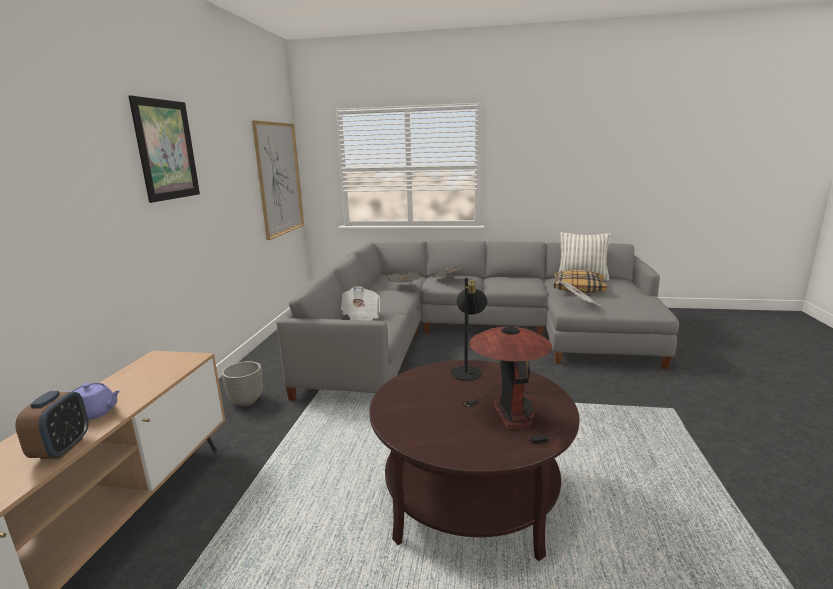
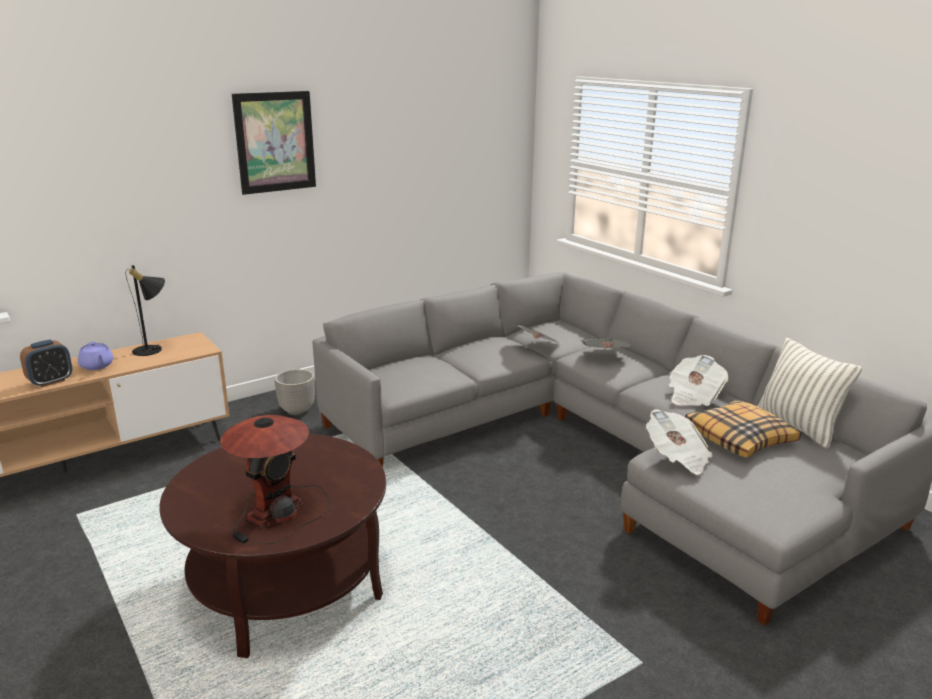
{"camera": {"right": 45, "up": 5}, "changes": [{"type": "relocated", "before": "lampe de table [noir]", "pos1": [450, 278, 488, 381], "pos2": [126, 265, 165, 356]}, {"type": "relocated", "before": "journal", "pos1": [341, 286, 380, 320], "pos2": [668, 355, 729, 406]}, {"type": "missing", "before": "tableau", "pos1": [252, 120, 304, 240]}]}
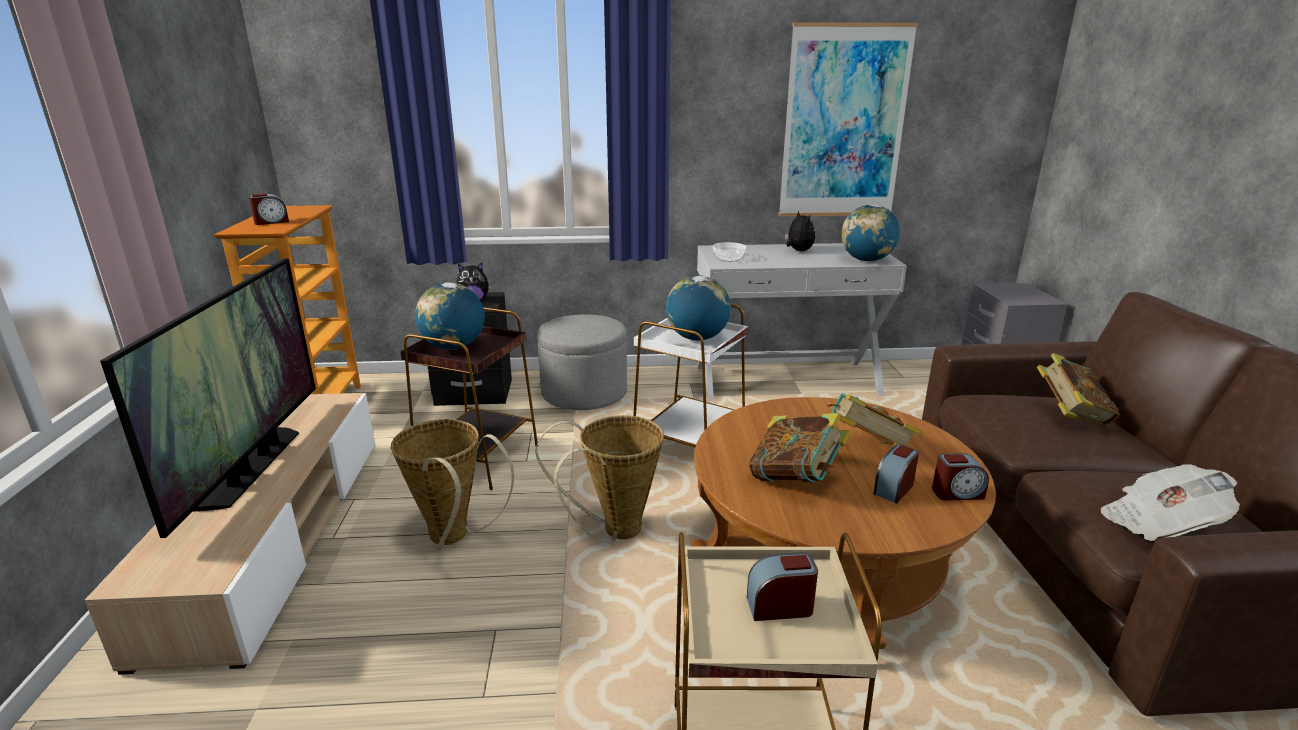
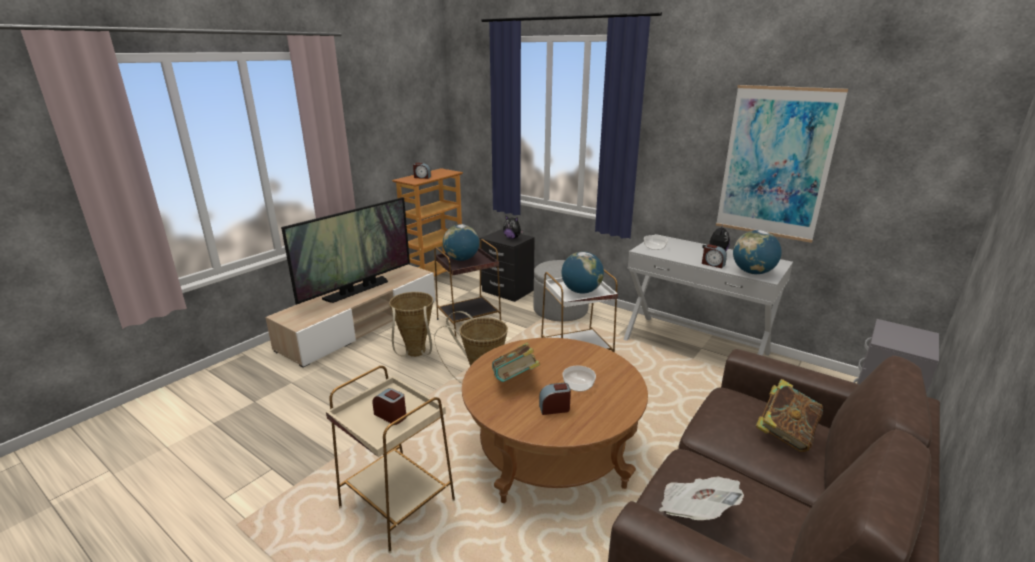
{"camera": {"right": 40, "up": 0}, "changes": [{"type": "exchanged", "before": "livre", "after": "bol", "pos1": [827, 393, 923, 446], "pos2": [562, 366, 596, 392]}, {"type": "relocated", "before": "réveil", "pos1": [932, 453, 989, 501], "pos2": [702, 244, 727, 268]}]}
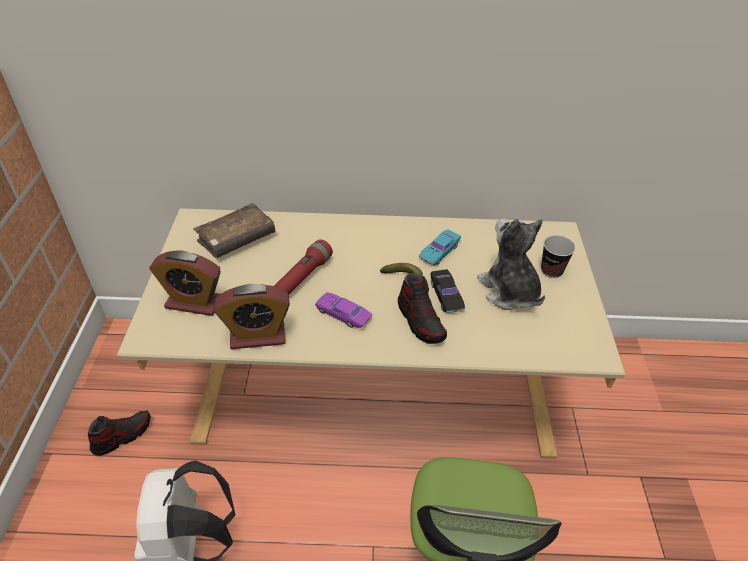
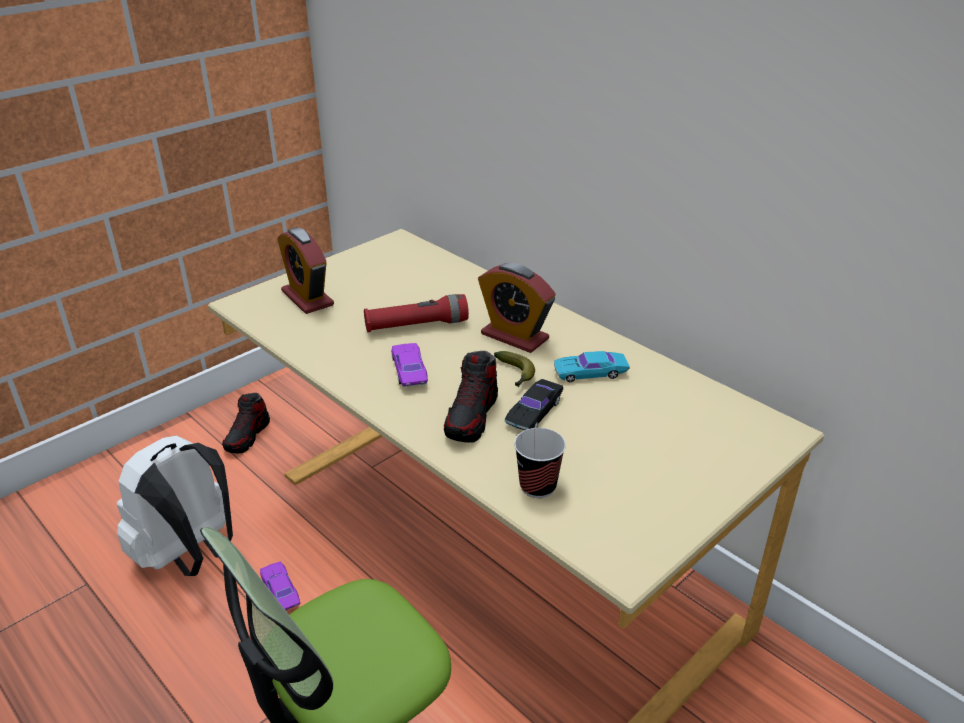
{"camera": {"right": 45, "up": -10}, "changes": [{"type": "spun", "before": "chaussure", "pos1": [88, 410, 151, 456], "pos2": [222, 393, 270, 454], "turn": 105}, {"type": "appeared", "after": "petite voiture [violet]", "pos2": [260, 562, 300, 610]}, {"type": "relocated", "before": "réveil", "pos1": [214, 284, 290, 349], "pos2": [478, 263, 556, 353]}, {"type": "relocated", "before": "tasse", "pos1": [541, 235, 576, 278], "pos2": [514, 428, 566, 498]}, {"type": "missing", "before": "livre [marron]", "pos1": [193, 203, 275, 258]}, {"type": "missing", "before": "peluche", "pos1": [477, 218, 545, 310]}]}
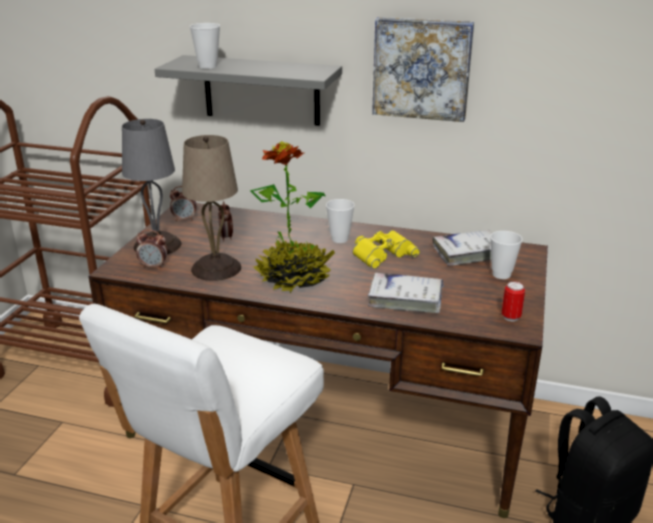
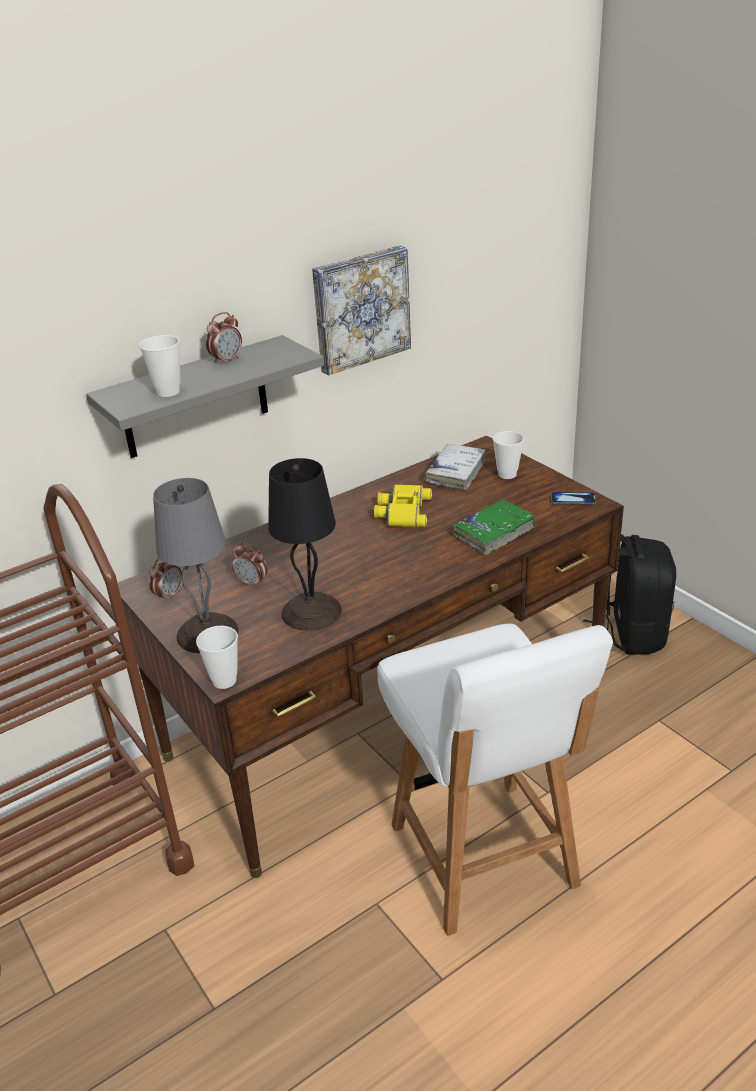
{"camera": {"right": -50, "up": 5}, "changes": [{"type": "relocated", "before": "tasse", "pos1": [326, 199, 355, 243], "pos2": [196, 626, 238, 689]}, {"type": "relocated", "before": "réveil", "pos1": [136, 230, 168, 269], "pos2": [206, 312, 242, 365]}, {"type": "colour", "before": "lampe de table [beige]", "after": "lampe de table [noir]", "pos1": [182, 135, 241, 281], "pos2": [268, 458, 342, 631]}, {"type": "colour", "before": "livre [blanc]", "after": "livre [vert]", "pos1": [368, 273, 444, 313], "pos2": [452, 500, 536, 555]}, {"type": "exchanged", "before": "boîte métallique", "after": "téléphone", "pos1": [502, 281, 525, 321], "pos2": [551, 492, 596, 504]}, {"type": "missing", "before": "plante en pot", "pos1": [250, 141, 335, 293]}]}
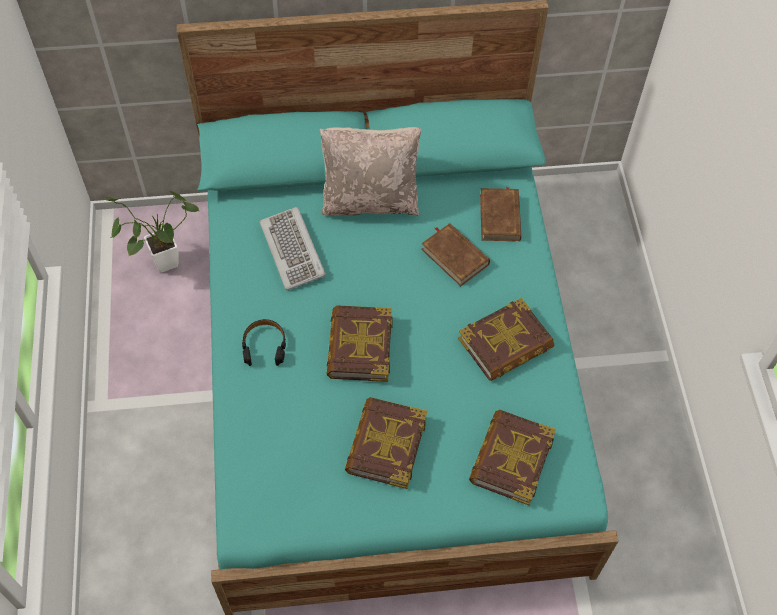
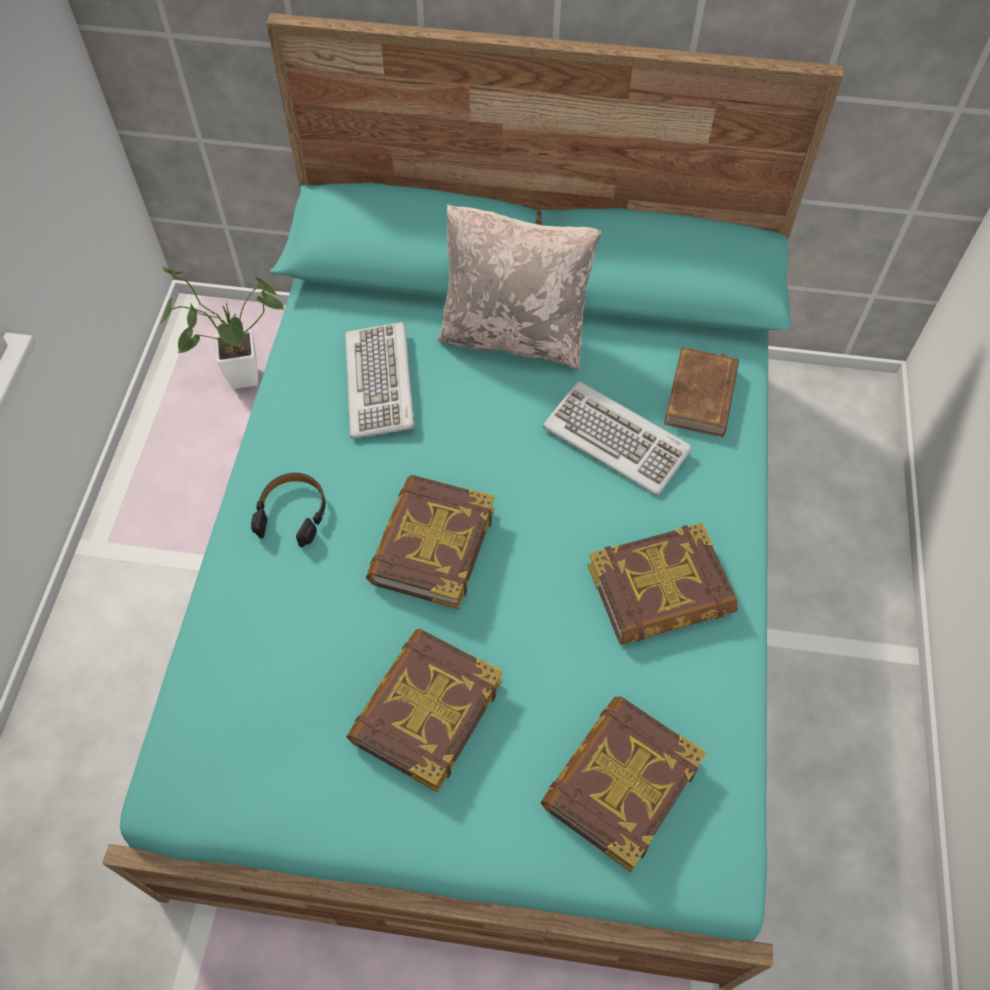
{"camera": {"right": 15, "up": 0}, "changes": [{"type": "exchanged", "before": "livre [marron]", "after": "clavier", "pos1": [421, 223, 490, 286], "pos2": [543, 381, 692, 495]}]}
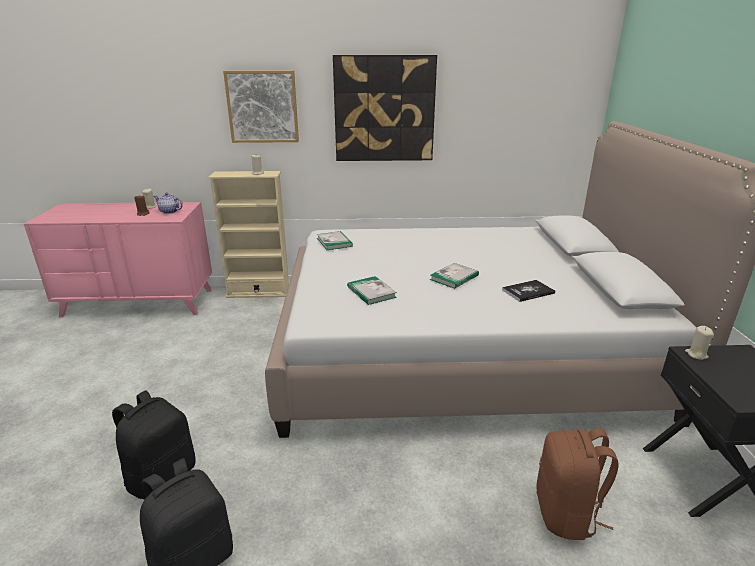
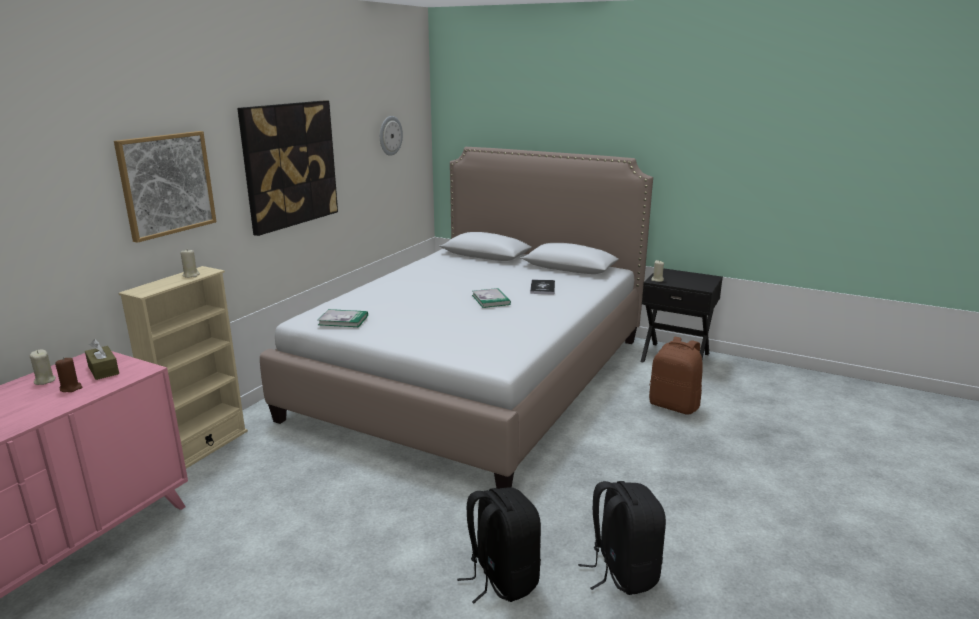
{"camera": {"right": -60, "up": -5}, "changes": [{"type": "exchanged", "before": "théière", "after": "boîte à mouchoirs [marron]", "pos1": [153, 192, 183, 214], "pos2": [85, 339, 119, 380]}, {"type": "appeared", "after": "horloge murale", "pos2": [380, 116, 403, 156]}, {"type": "missing", "before": "livre", "pos1": [347, 276, 397, 305]}]}
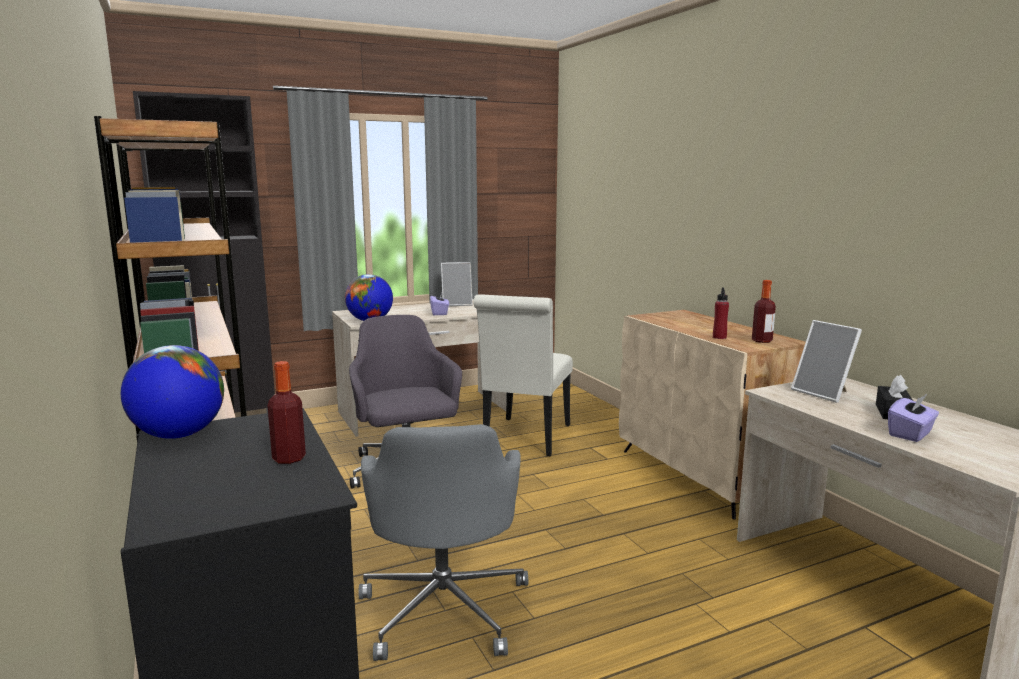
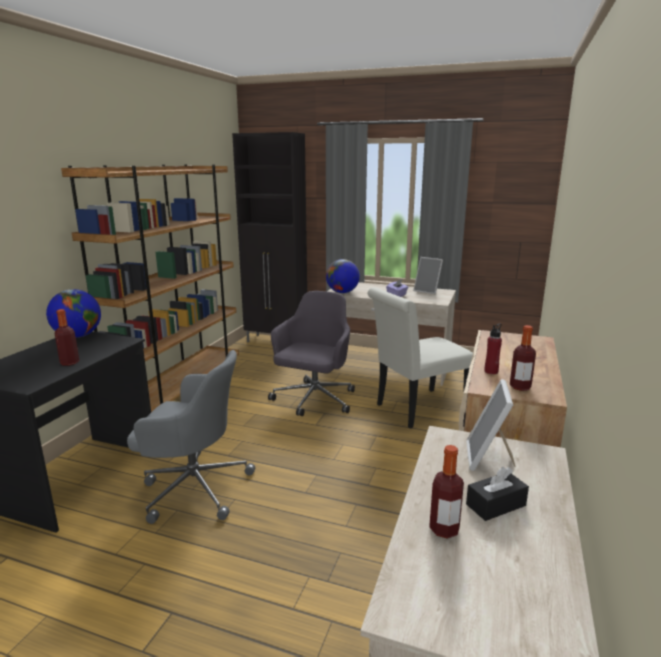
{"camera": {"right": 45, "up": 5}, "changes": [{"type": "spun", "before": "chaise de bureau [gris]", "pos1": [359, 424, 528, 661], "pos2": [127, 350, 255, 524], "turn": -120}, {"type": "exchanged", "before": "boîte à mouchoirs [violet]", "after": "bouteille", "pos1": [888, 394, 939, 442], "pos2": [429, 445, 464, 539]}]}
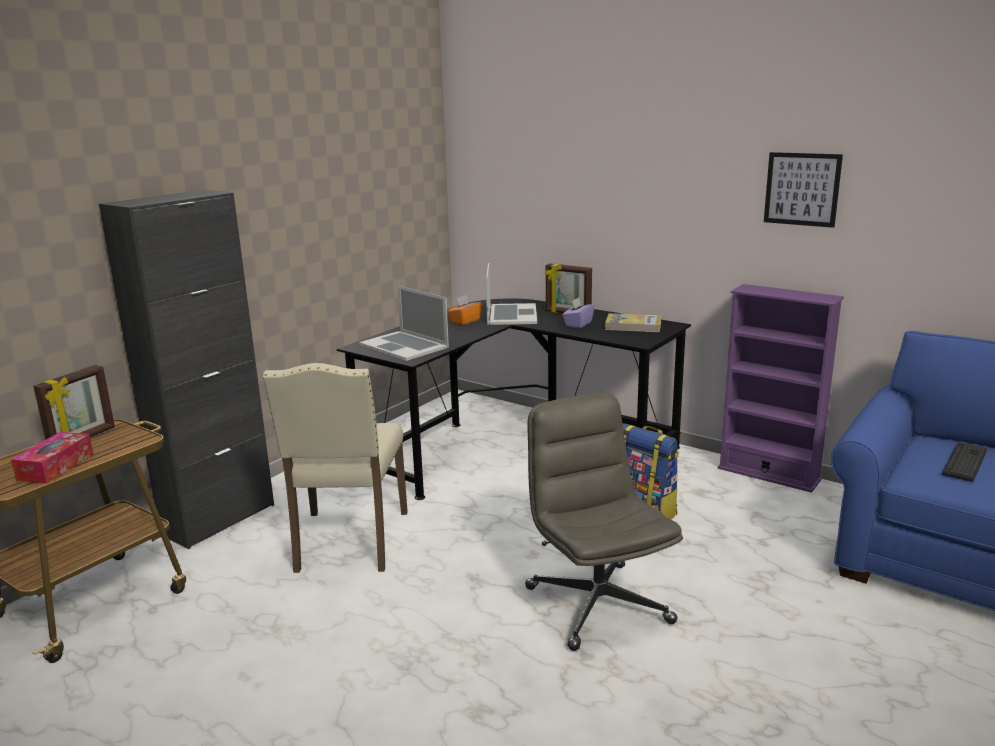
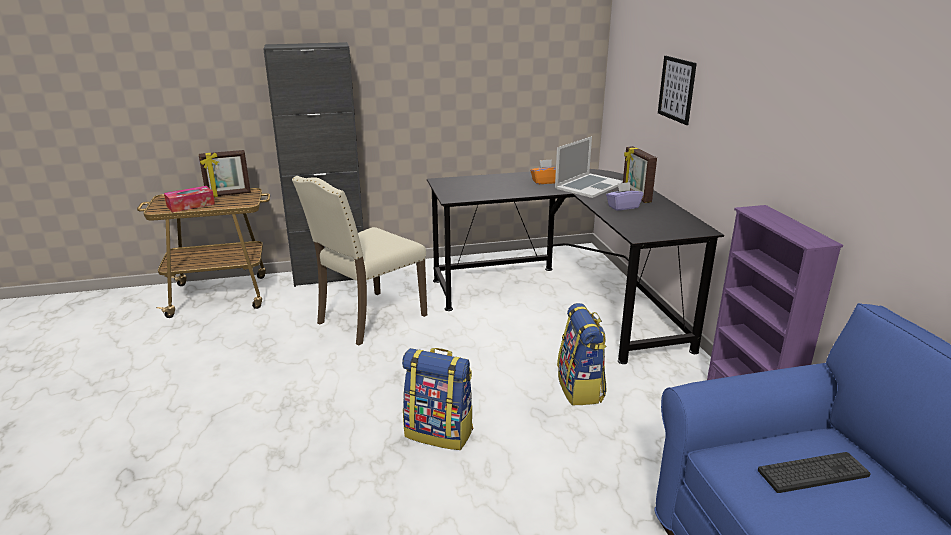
{"camera": {"right": 40, "up": 5}, "changes": [{"type": "exchanged", "before": "chaise de bureau [gris]", "after": "sac à dos", "pos1": [525, 393, 683, 651], "pos2": [402, 348, 473, 450]}, {"type": "relocated", "before": "tableau", "pos1": [764, 152, 843, 228], "pos2": [658, 56, 697, 125]}, {"type": "missing", "before": "ordinateur portable", "pos1": [359, 286, 449, 361]}, {"type": "missing", "before": "livre", "pos1": [605, 313, 661, 332]}]}
